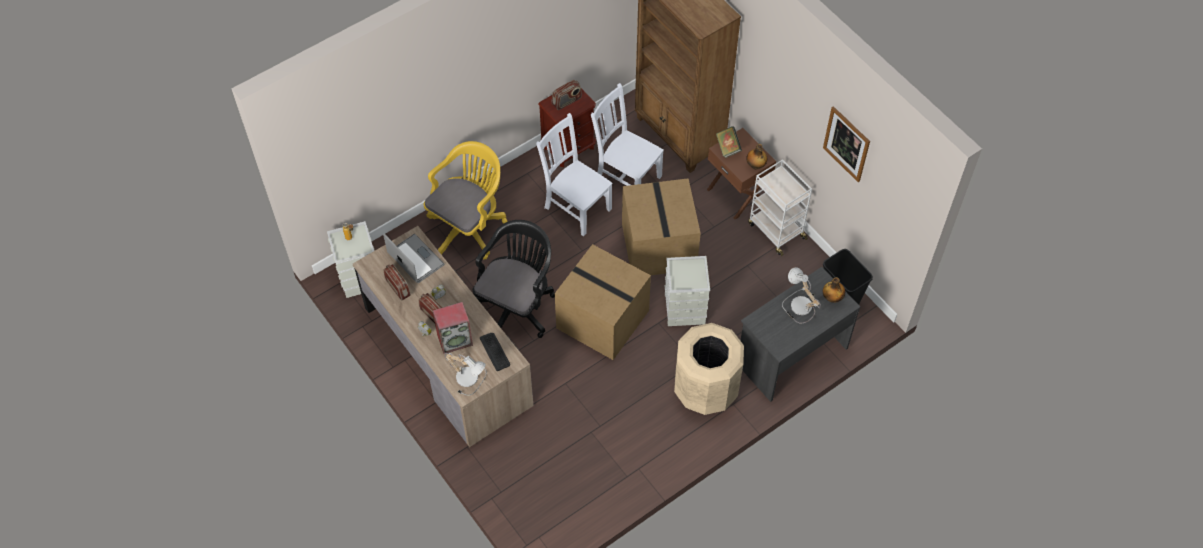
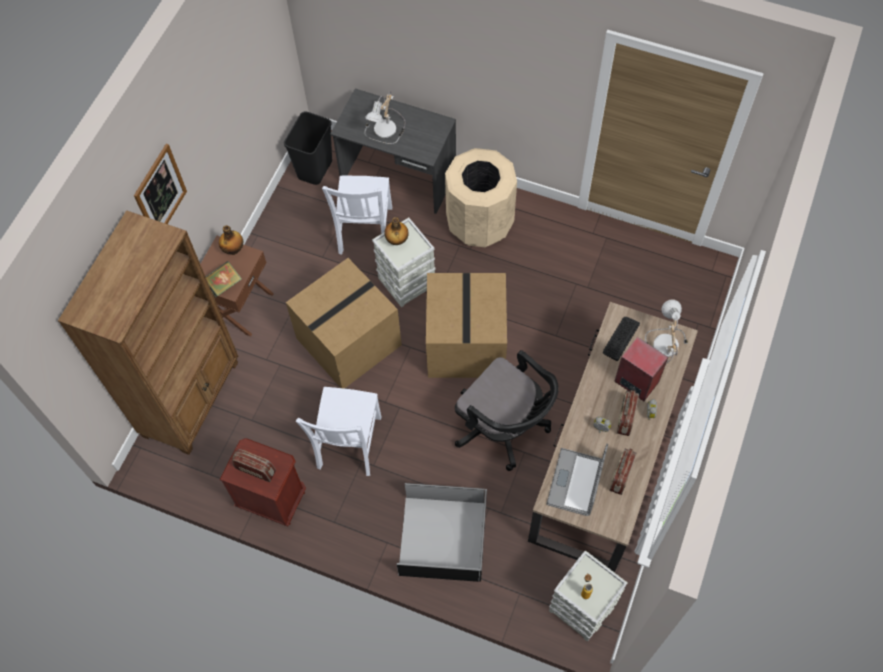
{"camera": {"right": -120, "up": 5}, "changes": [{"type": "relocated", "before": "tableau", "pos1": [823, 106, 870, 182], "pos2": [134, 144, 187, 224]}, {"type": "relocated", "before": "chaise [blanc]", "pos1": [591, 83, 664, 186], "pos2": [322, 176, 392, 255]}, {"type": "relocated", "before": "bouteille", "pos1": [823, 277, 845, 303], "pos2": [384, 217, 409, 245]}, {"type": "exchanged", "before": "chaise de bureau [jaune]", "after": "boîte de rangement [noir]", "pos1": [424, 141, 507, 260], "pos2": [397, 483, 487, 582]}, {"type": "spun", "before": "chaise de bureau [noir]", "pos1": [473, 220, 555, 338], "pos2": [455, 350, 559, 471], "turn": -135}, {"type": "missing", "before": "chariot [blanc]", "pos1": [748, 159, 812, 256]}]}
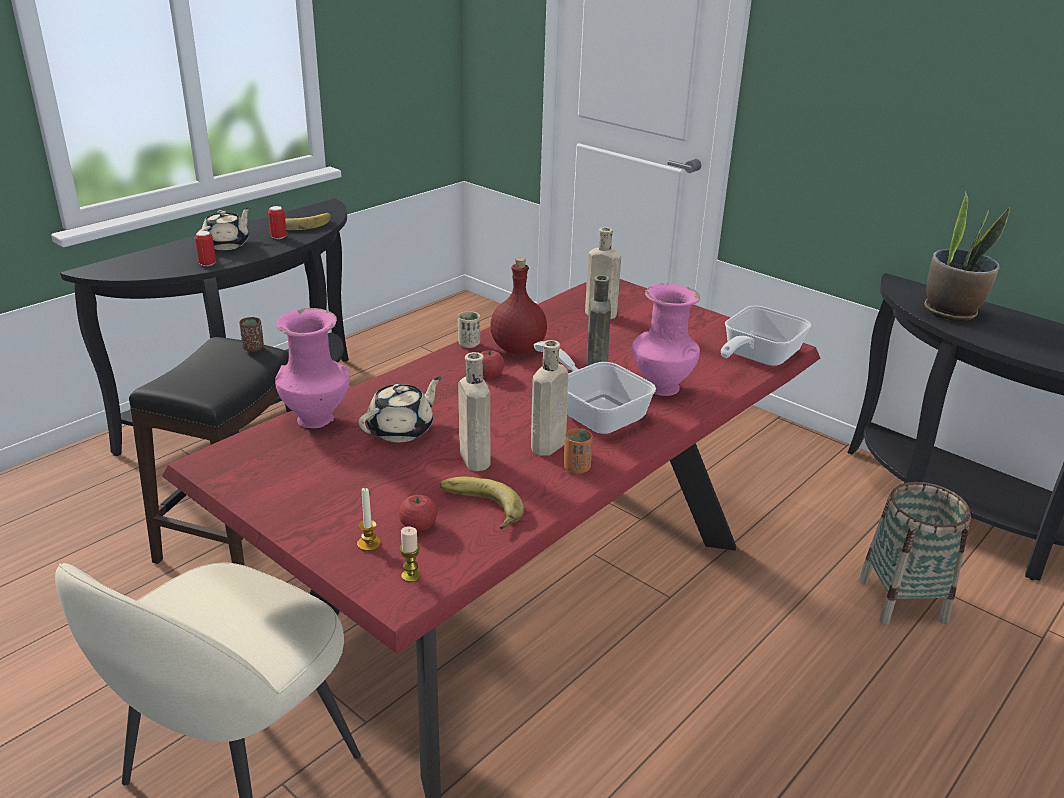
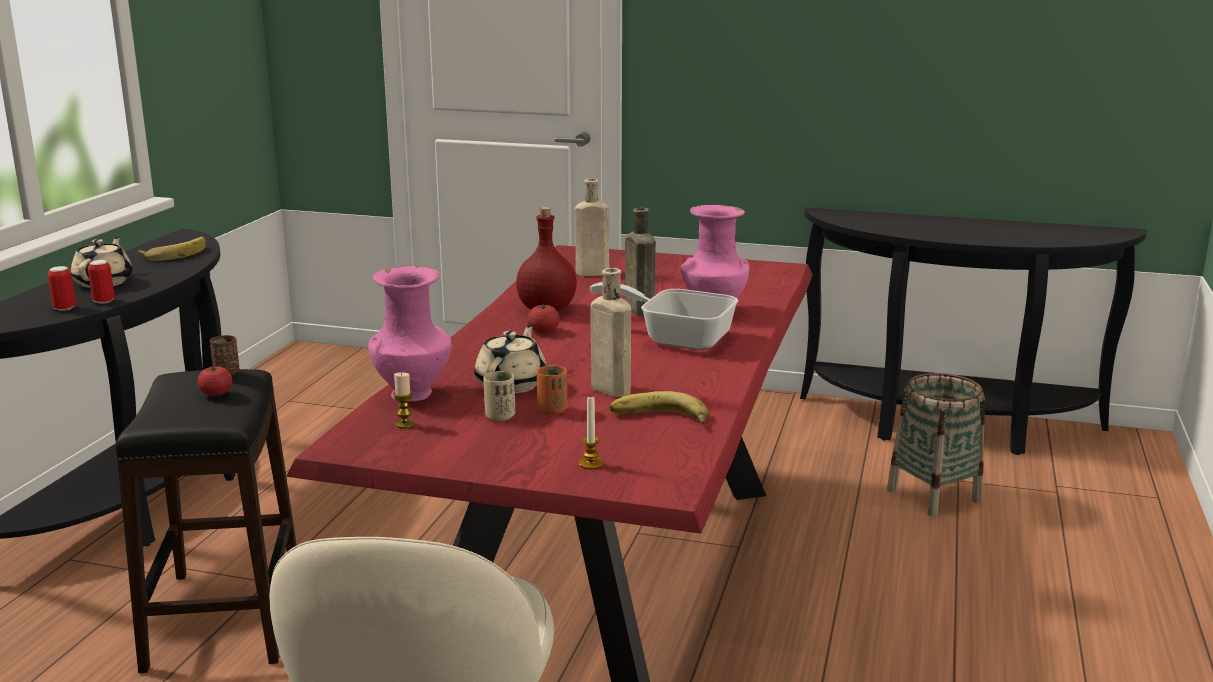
{"camera": {"right": -25, "up": -10}, "changes": [{"type": "relocated", "before": "boîte métallique", "pos1": [268, 206, 287, 239], "pos2": [48, 266, 76, 311]}, {"type": "relocated", "before": "tomate", "pos1": [399, 495, 438, 531], "pos2": [197, 366, 233, 396]}, {"type": "relocated", "before": "bougie", "pos1": [400, 527, 421, 583], "pos2": [393, 372, 414, 429]}, {"type": "relocated", "before": "tasse [beige]", "pos1": [458, 311, 480, 348], "pos2": [483, 371, 515, 421]}, {"type": "relocated", "before": "tasse [orange]", "pos1": [564, 428, 593, 474], "pos2": [536, 365, 567, 415]}, {"type": "missing", "before": "bouteille [beige]", "pos1": [531, 340, 568, 456]}, {"type": "missing", "before": "poêle", "pos1": [721, 306, 811, 366]}, {"type": "missing", "before": "plante en pot", "pos1": [924, 191, 1010, 321]}]}
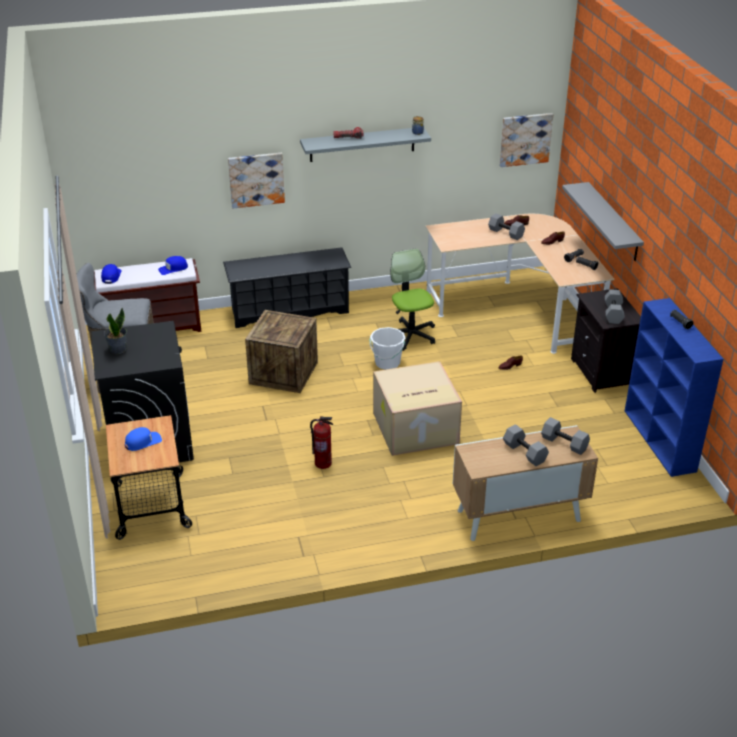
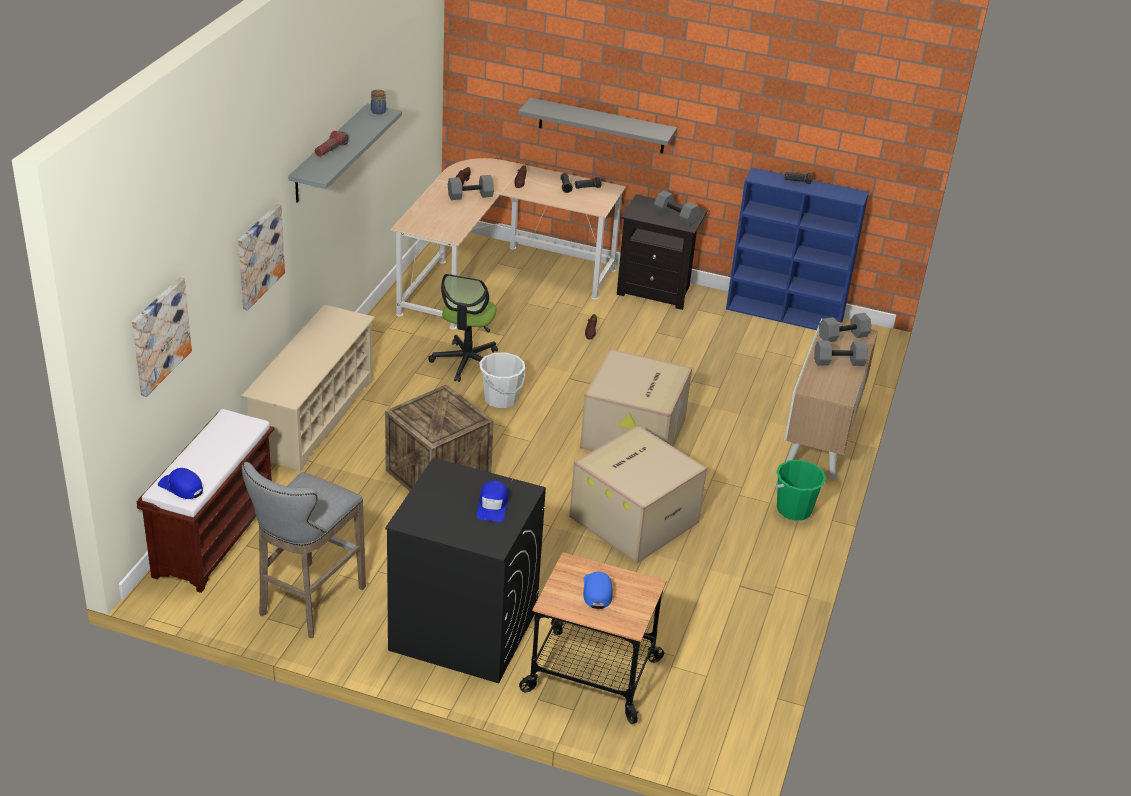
{"camera": {"right": -60, "up": 0}, "changes": [{"type": "relocated", "before": "tableau", "pos1": [500, 113, 553, 167], "pos2": [132, 277, 192, 397]}, {"type": "colour", "before": "étagère à chaussures [noir]", "after": "étagère à chaussures [beige]", "pos1": [223, 247, 351, 328], "pos2": [241, 304, 375, 472]}, {"type": "spun", "before": "chaise de bureau", "pos1": [390, 248, 435, 351], "pos2": [428, 274, 498, 382], "turn": -90}, {"type": "relocated", "before": "casquette [bleu]", "pos1": [158, 256, 188, 275], "pos2": [476, 481, 508, 522]}, {"type": "exchanged", "before": "extincteur", "after": "carton", "pos1": [310, 416, 333, 469], "pos2": [569, 425, 707, 563]}, {"type": "appeared", "after": "seau [vert]", "pos2": [774, 460, 826, 520]}, {"type": "missing", "before": "plante en pot", "pos1": [104, 307, 127, 354]}]}
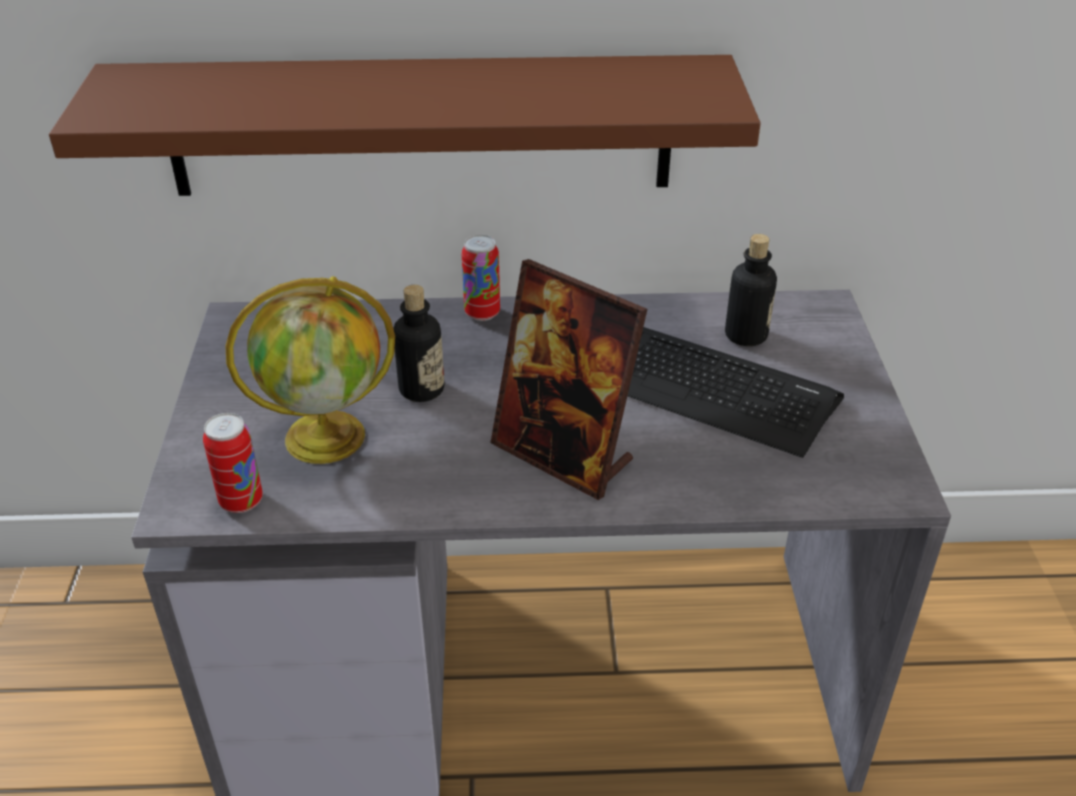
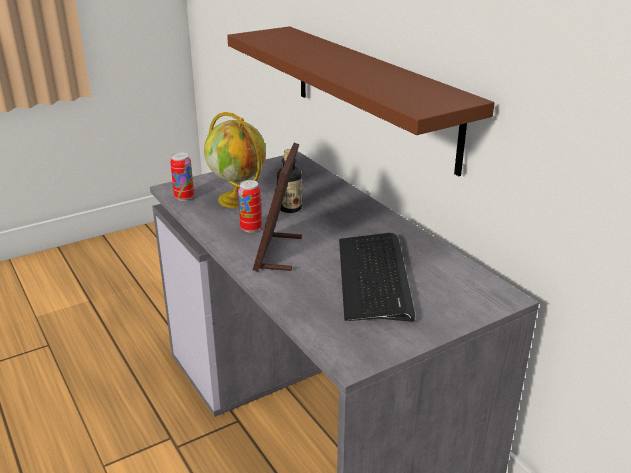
{"camera": {"right": 60, "up": -10}, "changes": [{"type": "relocated", "before": "boîte métallique", "pos1": [462, 235, 500, 321], "pos2": [238, 180, 262, 232]}, {"type": "missing", "before": "bouteille", "pos1": [725, 234, 777, 346]}]}
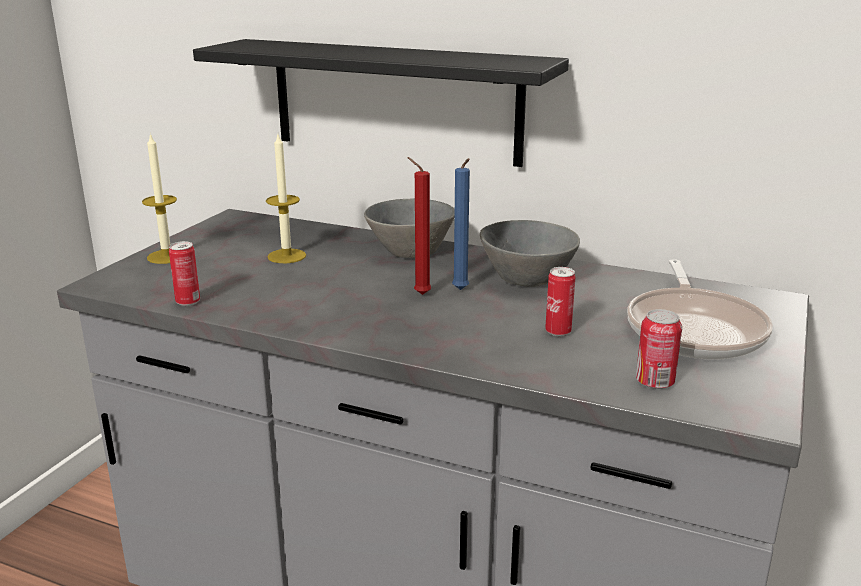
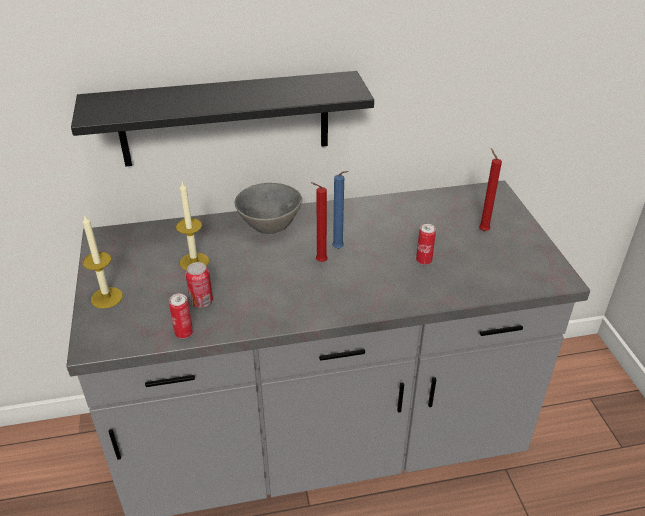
{"camera": {"right": -35, "up": 15}, "changes": [{"type": "relocated", "before": "boîte métallique", "pos1": [636, 309, 682, 389], "pos2": [185, 262, 213, 307]}, {"type": "exchanged", "before": "poêle", "after": "bougie [rouge]", "pos1": [627, 259, 773, 359], "pos2": [479, 148, 502, 231]}, {"type": "missing", "before": "bol [gris]", "pos1": [480, 220, 580, 287]}]}
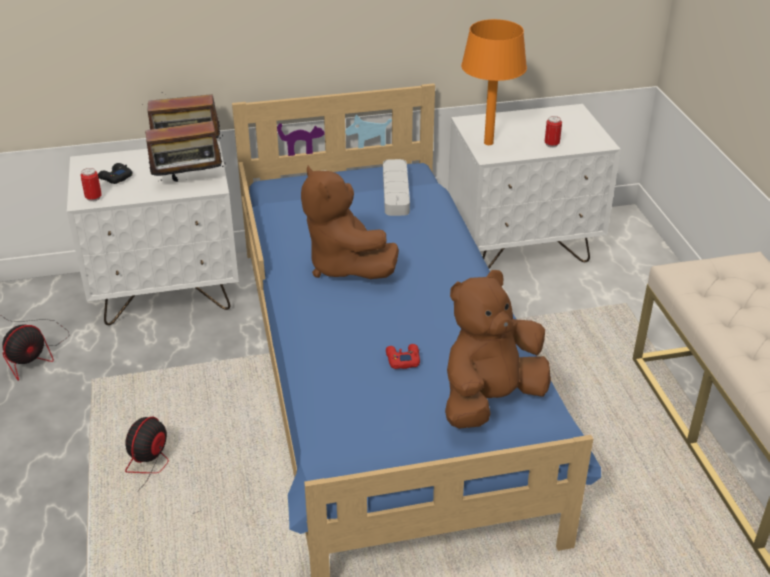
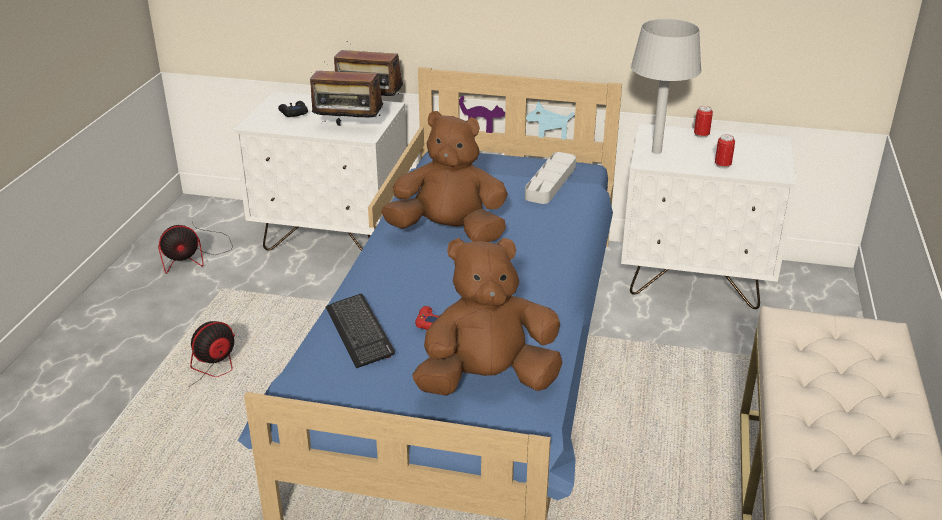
{"camera": {"right": 25, "up": -5}, "changes": [{"type": "appeared", "after": "clavier", "pos2": [326, 293, 395, 369]}, {"type": "spun", "before": "peluche [marron]", "pos1": [301, 166, 399, 279], "pos2": [381, 111, 508, 242], "turn": 105}, {"type": "colour", "before": "lampe de table [orange]", "after": "lampe de table [gris]", "pos1": [461, 19, 527, 145], "pos2": [631, 19, 702, 154]}, {"type": "relocated", "before": "boîte métallique", "pos1": [81, 168, 102, 202], "pos2": [694, 106, 713, 138]}]}
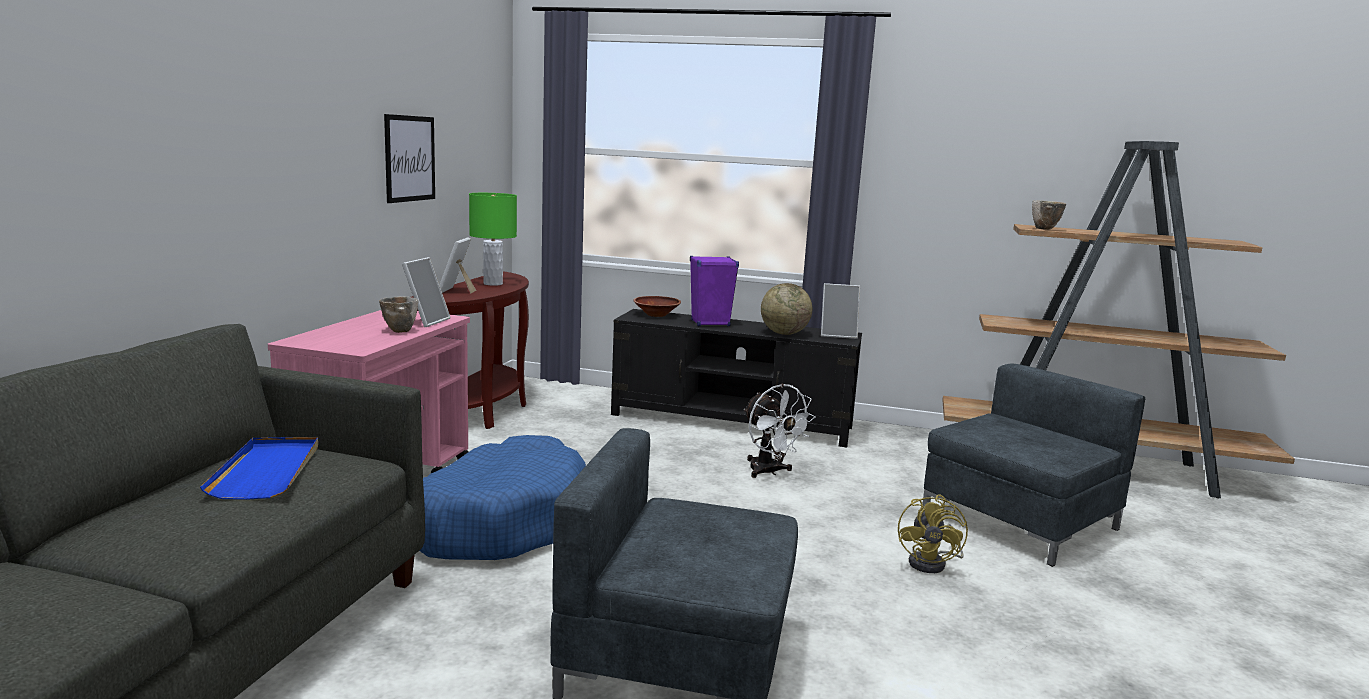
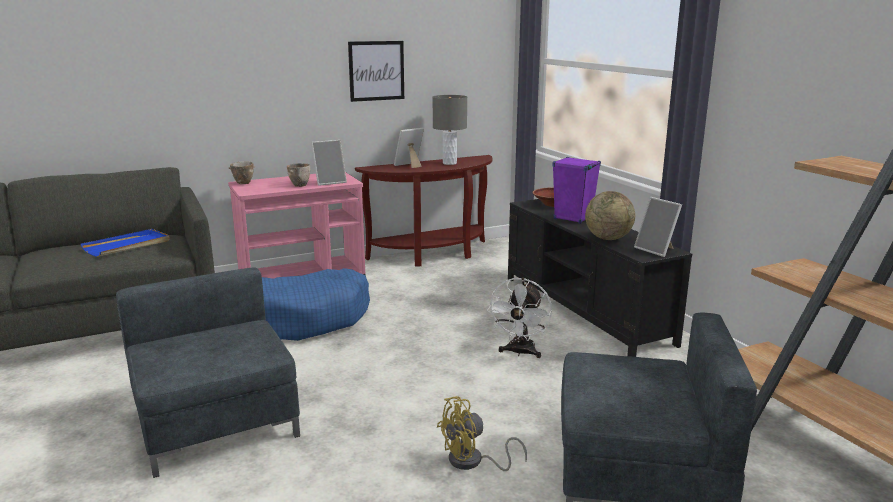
{"camera": {"right": 50, "up": 5}, "changes": [{"type": "relocated", "before": "bol", "pos1": [1032, 200, 1066, 230], "pos2": [229, 161, 255, 184]}, {"type": "colour", "before": "lampe de table [vert]", "after": "lampe de table [gris]", "pos1": [469, 193, 517, 286], "pos2": [433, 95, 467, 165]}]}
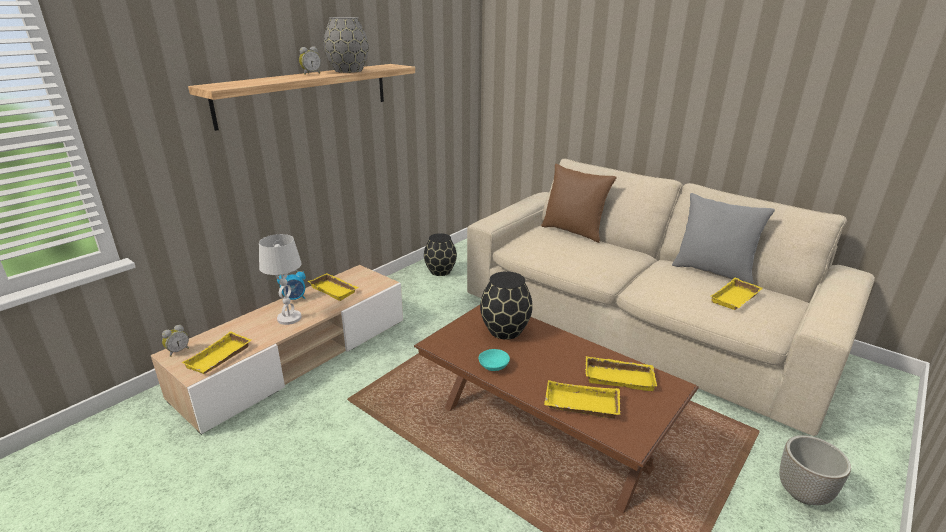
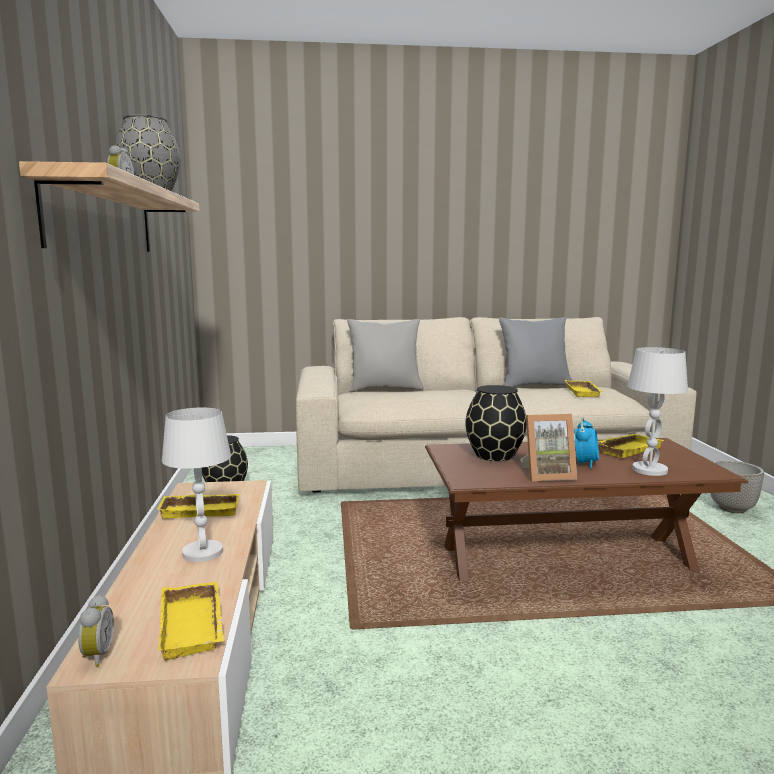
{"camera": {"right": -45, "up": -15}, "changes": [{"type": "colour", "before": "coussin [marron]", "after": "coussin [gris]", "pos1": [541, 164, 617, 243], "pos2": [347, 319, 424, 392]}, {"type": "exchanged", "before": "bol [turquoise]", "after": "cadre photo", "pos1": [478, 349, 510, 371], "pos2": [520, 414, 577, 481]}, {"type": "relocated", "before": "réveil", "pos1": [277, 270, 306, 300], "pos2": [575, 417, 599, 469]}, {"type": "exchanged", "before": "plateau [jaune]", "after": "lampe de table [blanc]", "pos1": [544, 380, 621, 419], "pos2": [627, 347, 688, 476]}]}
